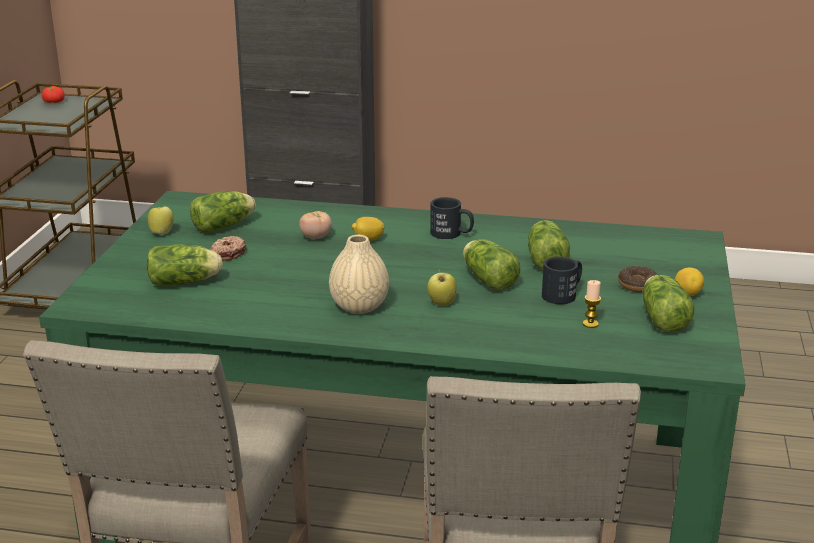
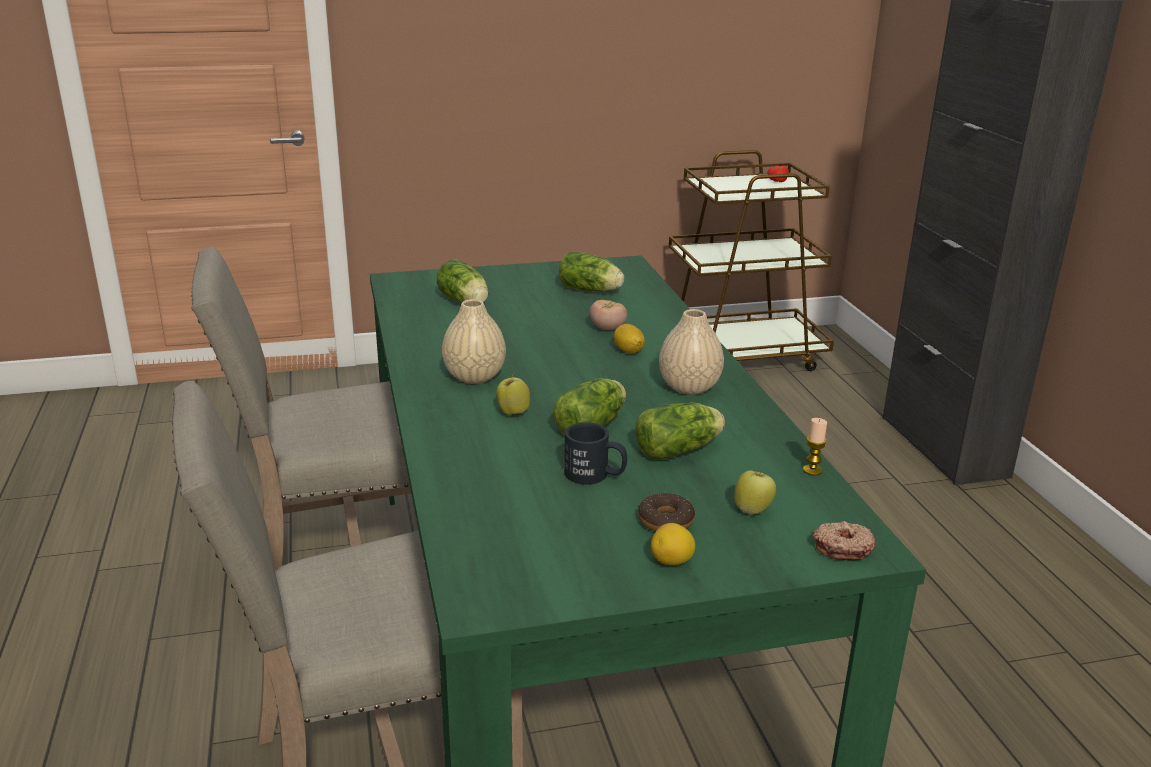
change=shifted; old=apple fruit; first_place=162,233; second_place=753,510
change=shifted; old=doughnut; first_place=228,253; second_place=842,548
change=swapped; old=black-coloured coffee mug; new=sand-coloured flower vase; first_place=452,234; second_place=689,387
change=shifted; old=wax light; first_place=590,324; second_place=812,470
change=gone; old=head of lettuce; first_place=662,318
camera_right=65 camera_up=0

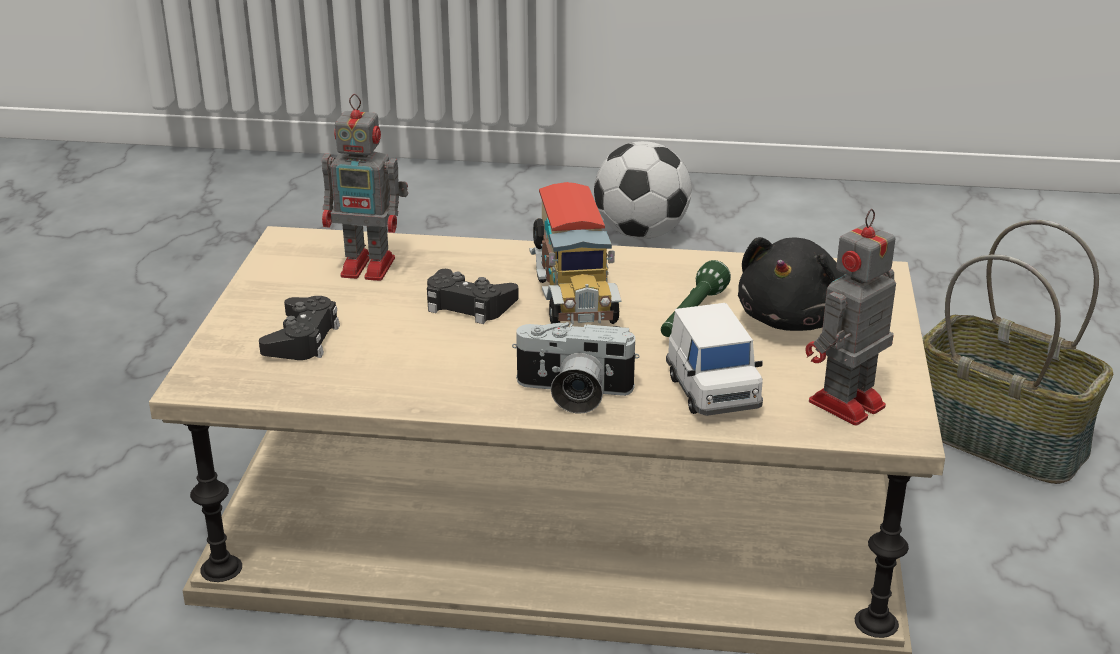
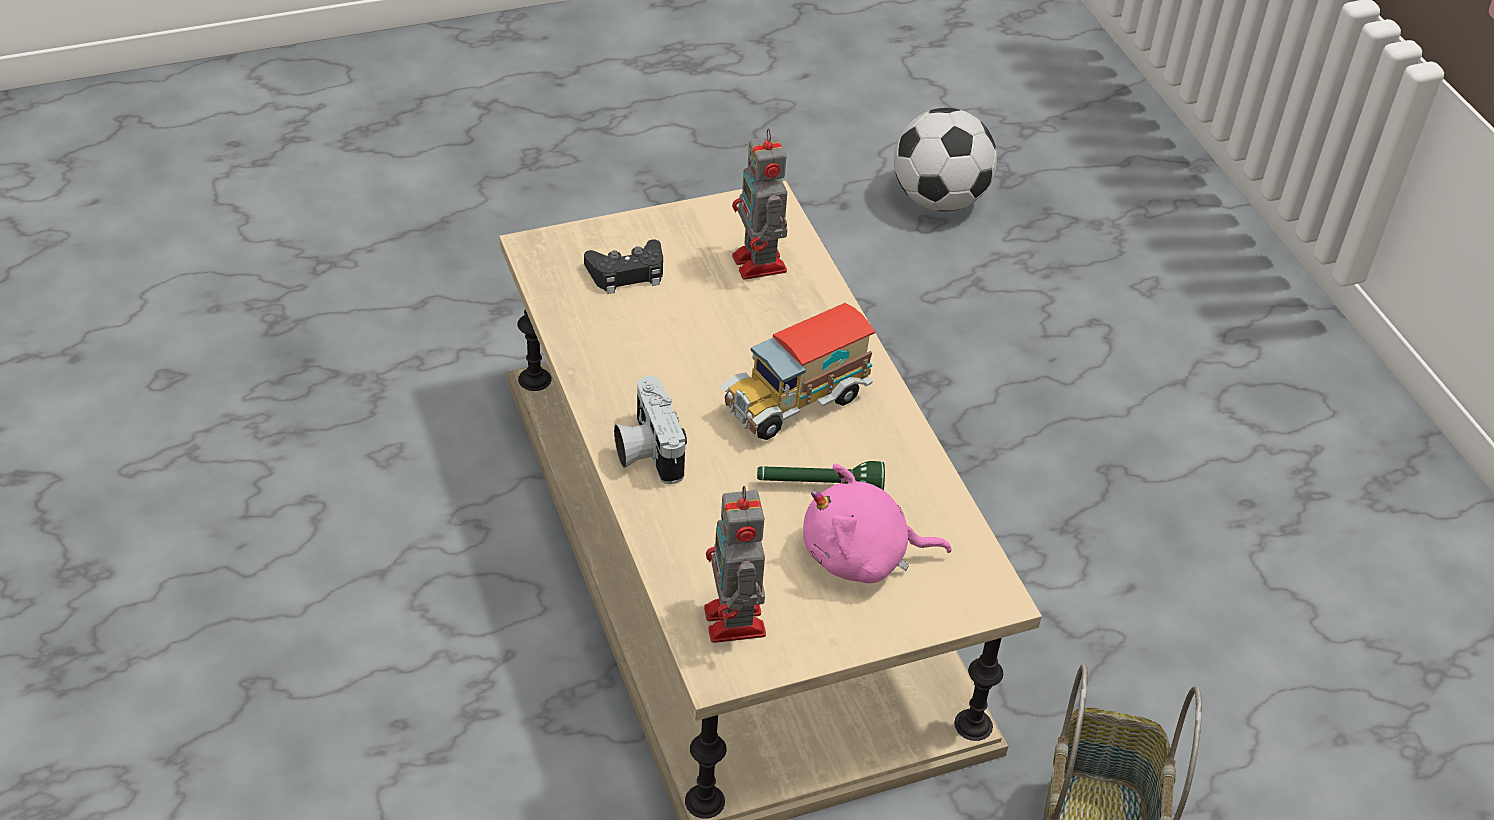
change=gone; old=black-coloured gamepad; first_place=468,305
change=shifted; old=football; first_place=640,233; second_place=938,199
change=gone; old=white toy car; first_place=713,391
change=repainted; old=black-coloured soft toy; new=pinkish soft toy; first_place=794,319; second_place=862,556
change=rotated; old=robot figure; first_place=844,405; second_place=735,624; degrees=-120
camera_right=60 camera_up=15

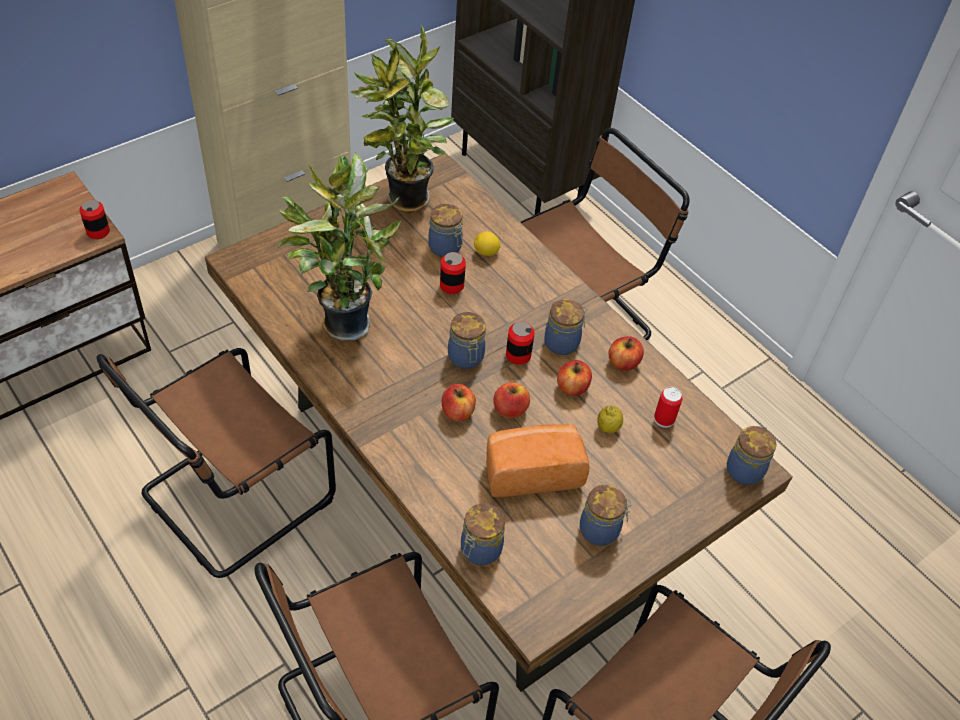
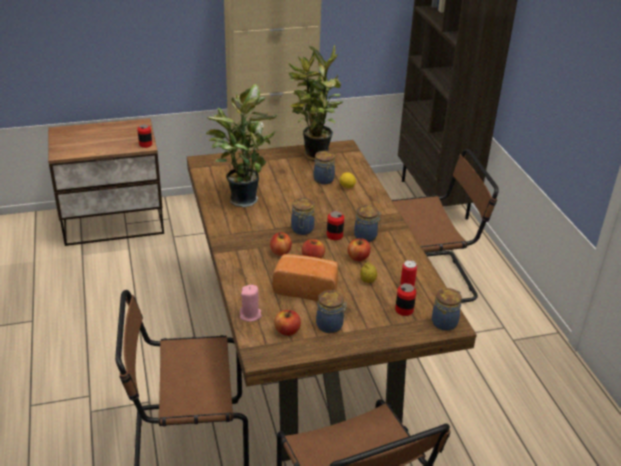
change=gone; old=brownish upright chair; first_place=231,499
change=shifted; old=sealed can; first_place=451,286; second_place=404,310
change=swapped; old=storage jar; new=pinkish wax light; first_place=479,550; second_place=250,315
change=shifted; old=apple fruit; first_place=623,363; second_place=287,331
camera_right=25 camera_up=-15

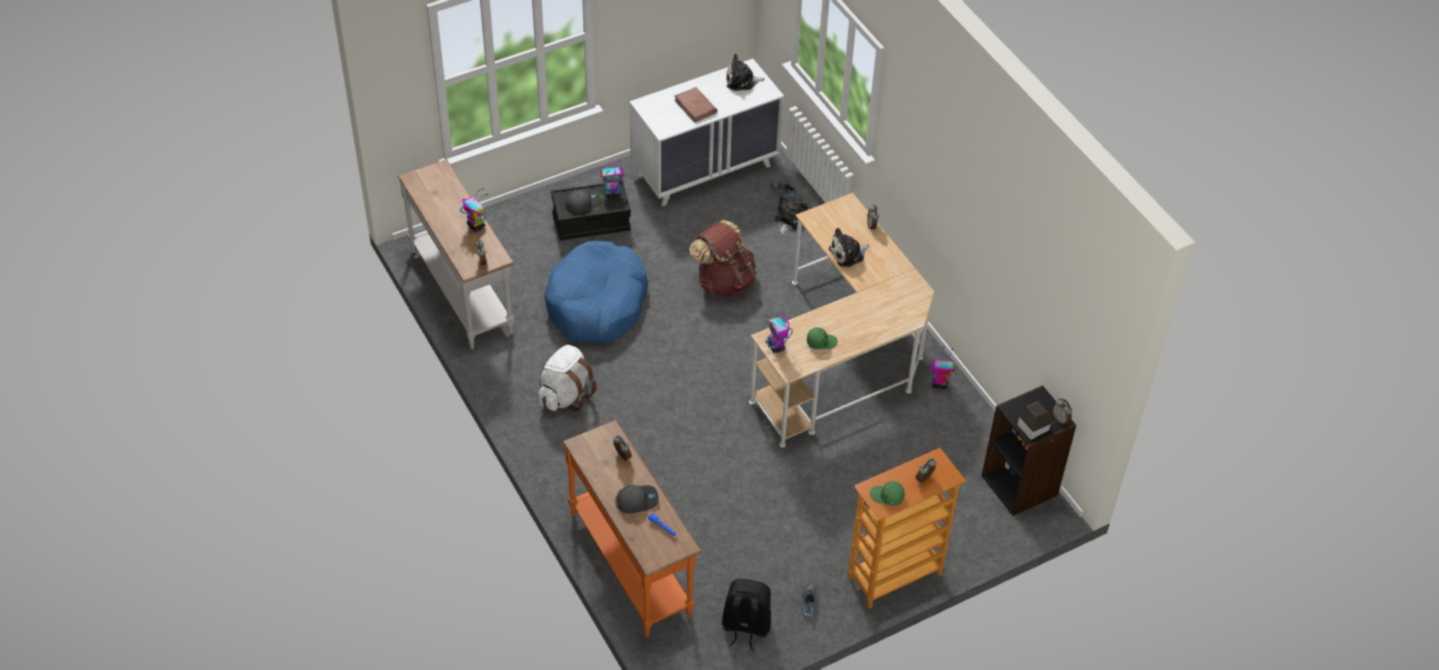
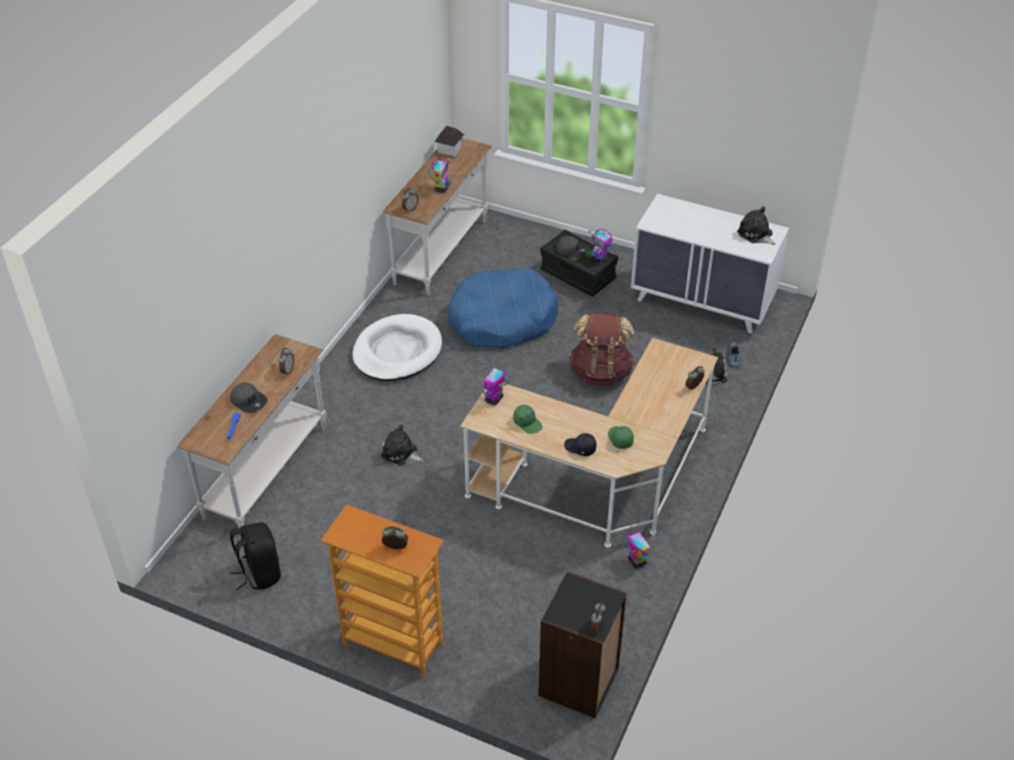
change=swapped; old=white rucksack; new=white dog bed; first_place=565,395; second_place=397,351
change=repainted; old=orangey narrow table; new=white narrow table; first_place=631,563; second_place=268,472
change=gone; old=brownish bound book; first_place=695,106
change=gone; old=low shoe; first_place=808,602
change=shifted; old=soft toy; first_place=848,254; second_place=401,454
change=shifted; old=greenish baseball cap; first_place=887,496; second_place=619,439
change=shifted; old=toy house; first_place=1033,427; second_place=449,149
change=new; new=black-coloured baseball cap; second_place=580,448
camera_right=55 camera_up=-5

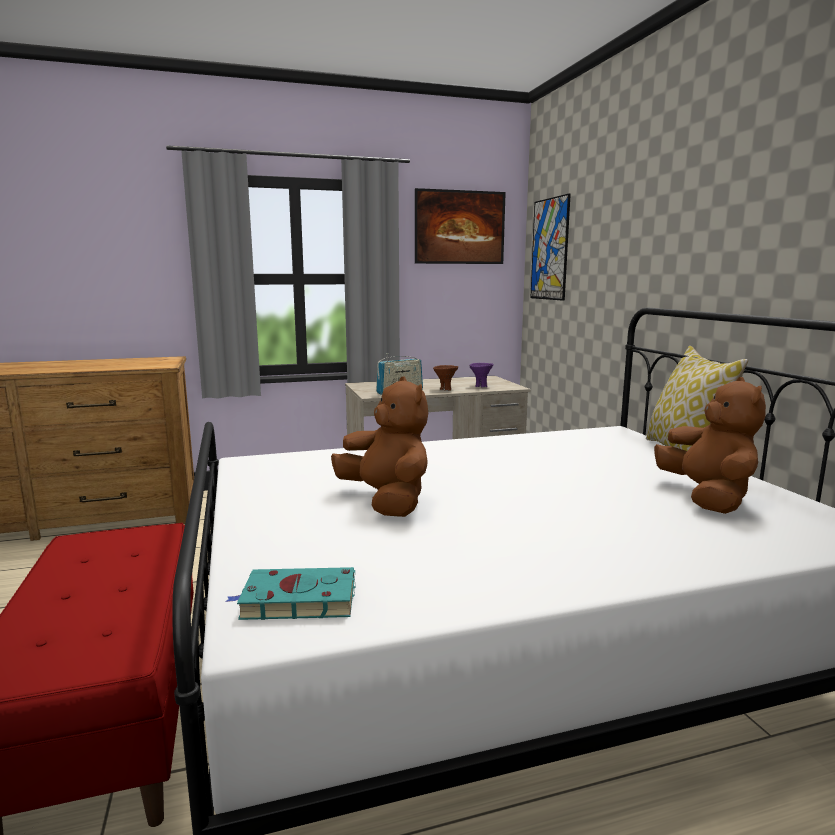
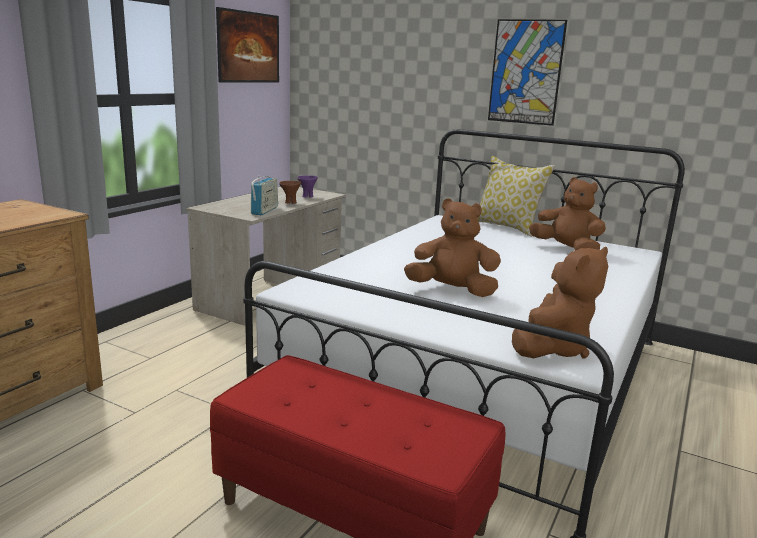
change=swapped; old=turquoise bound book; new=brownish soft toy; first_place=295,600; second_place=553,348
change=shifted; old=picture; first_place=549,249; second_place=525,72
camera_right=-45 camera_up=5

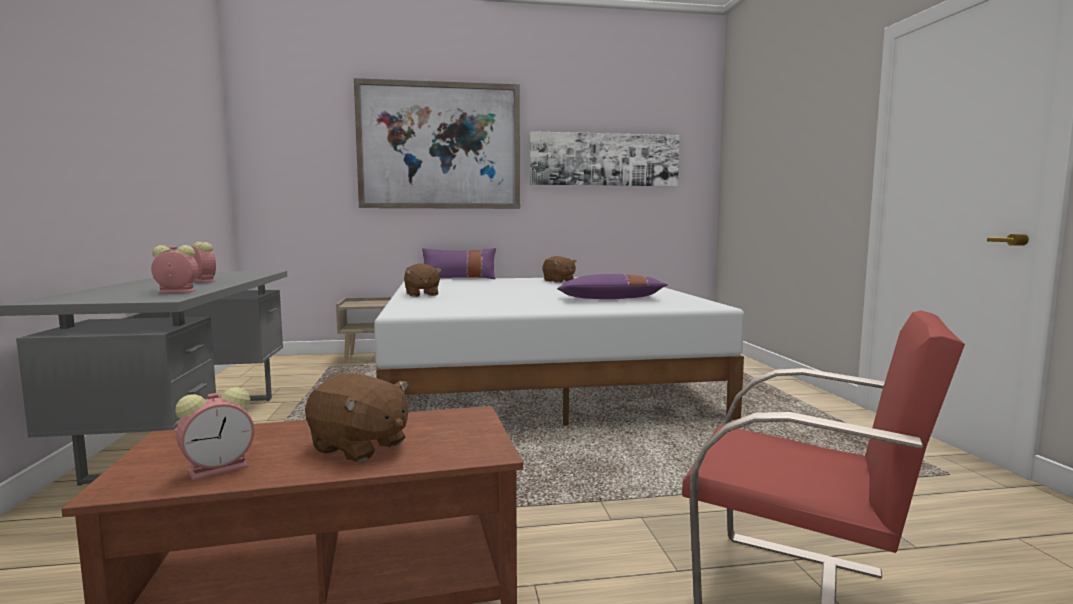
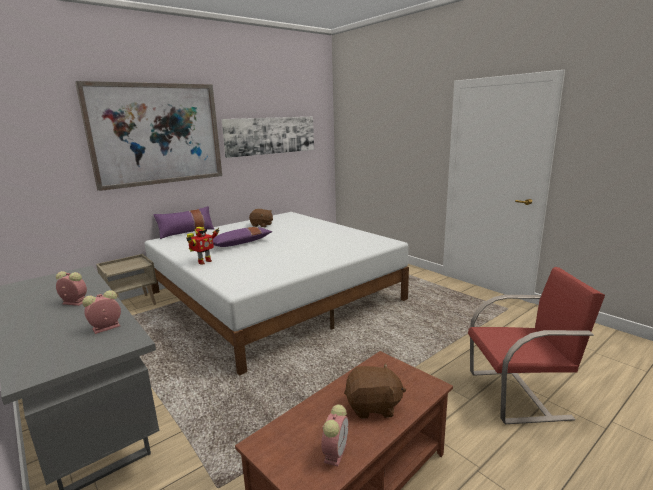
change=swapped; old=brownish soft toy; new=robot figure; first_place=421,294; second_place=204,262
change=shifted; old=purplish throw pillow; first_place=611,299; second_place=240,243
camera_right=-30 camera_up=10

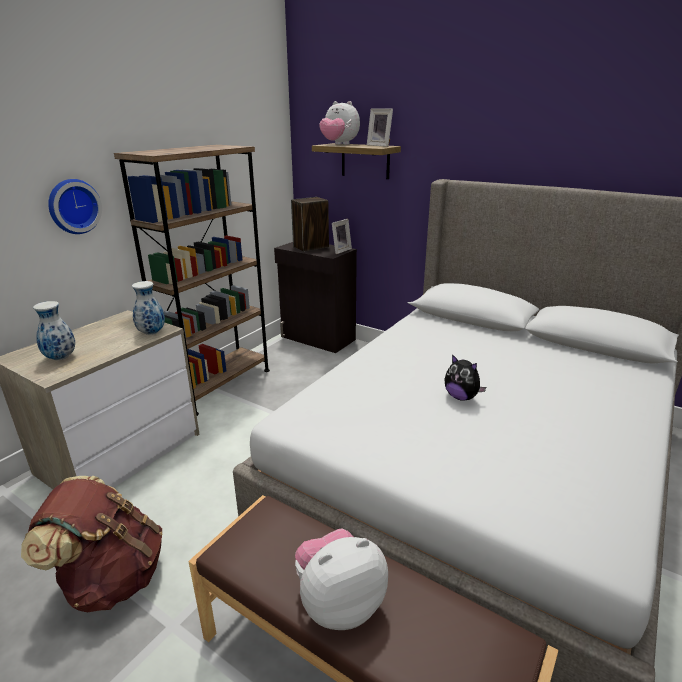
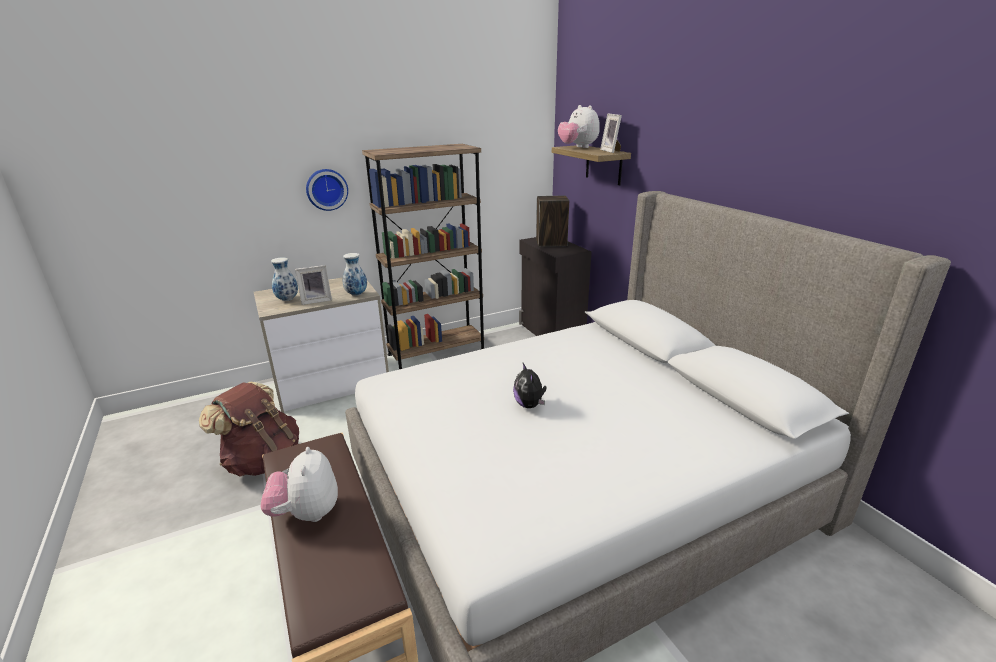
change=rotated; old=soft toy; first_place=339,602; second_place=306,513; degrees=-105
change=shifted; old=picture frame; first_place=340,250; second_place=316,300
camera_right=30 camera_up=0

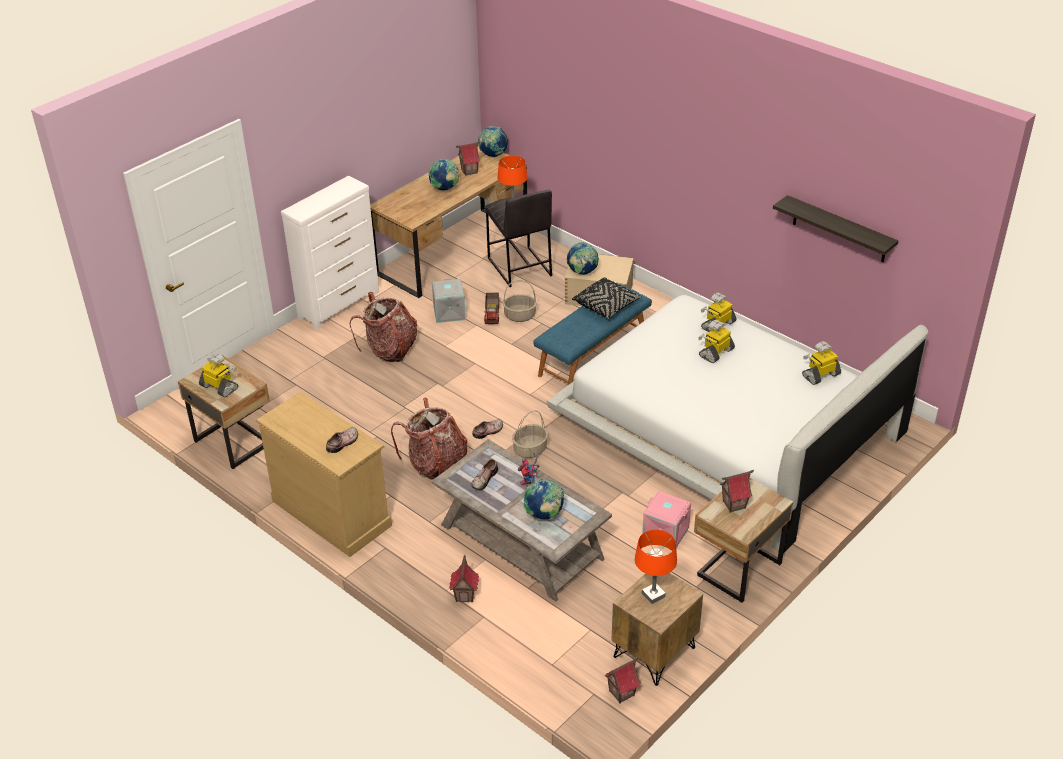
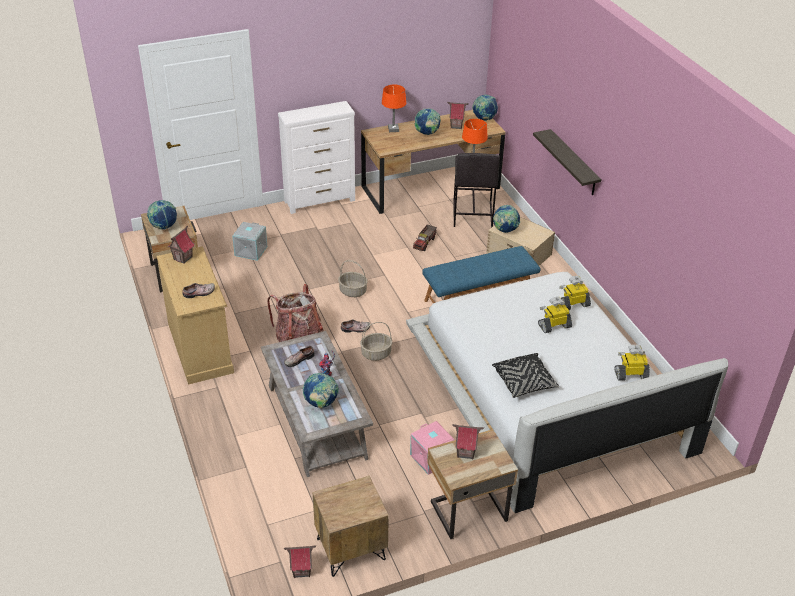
change=swapped; old=robot figure; new=globe; first_place=220,387; second_place=164,227
change=gone; old=rucksack; first_place=389,349
change=shifted; old=grey storage container; first_place=448,312; second_place=250,250
change=shifted; old=toy house; first_place=465,595; second_place=183,258
change=shifted; old=household basket; first_place=520,315; second_place=353,291
change=shifted; old=black-coloured throw pillow; first_place=606,305; second_place=524,382
change=shifted; old=orangey lamp for a table; first_place=653,595; second_place=393,129
change=shifted; old=wall shelf; first_place=839,229; second_place=573,163
camera_right=25 camera_up=0

